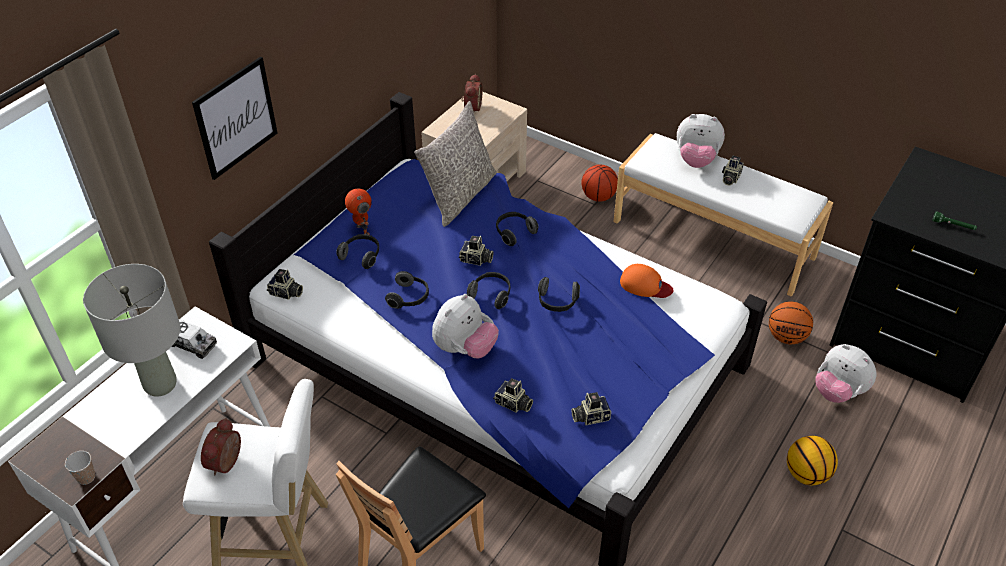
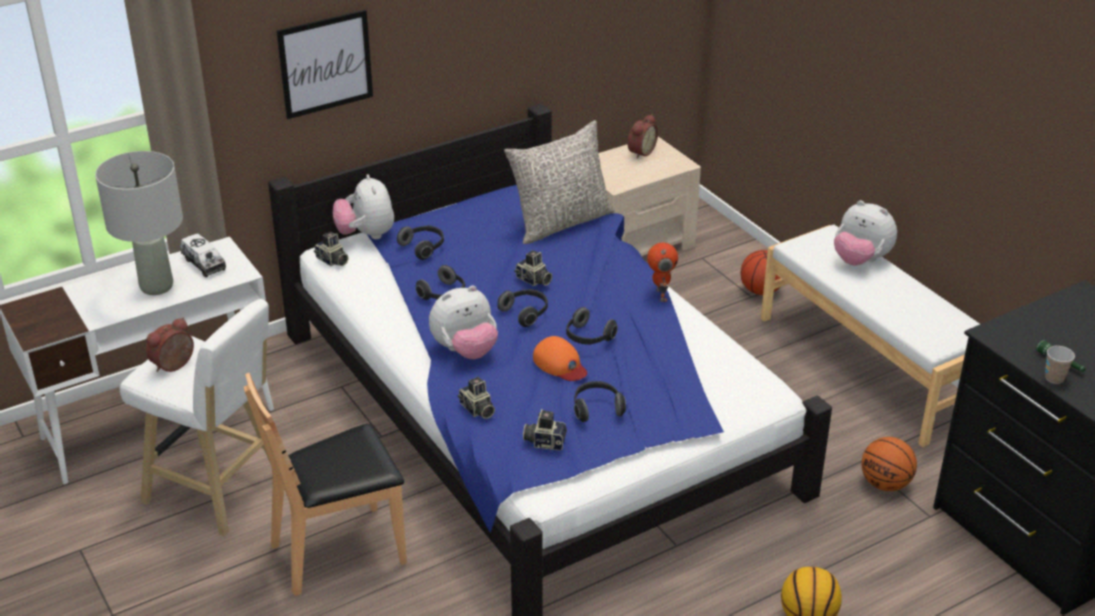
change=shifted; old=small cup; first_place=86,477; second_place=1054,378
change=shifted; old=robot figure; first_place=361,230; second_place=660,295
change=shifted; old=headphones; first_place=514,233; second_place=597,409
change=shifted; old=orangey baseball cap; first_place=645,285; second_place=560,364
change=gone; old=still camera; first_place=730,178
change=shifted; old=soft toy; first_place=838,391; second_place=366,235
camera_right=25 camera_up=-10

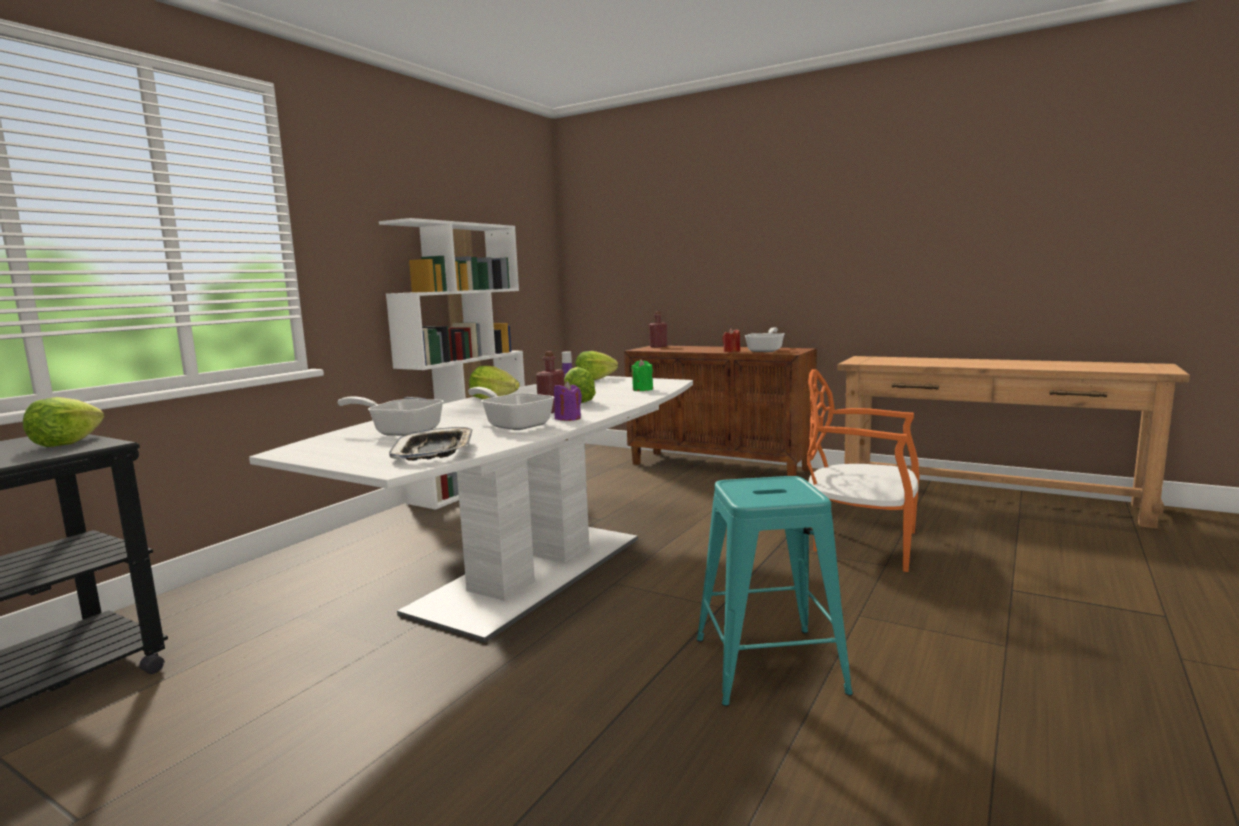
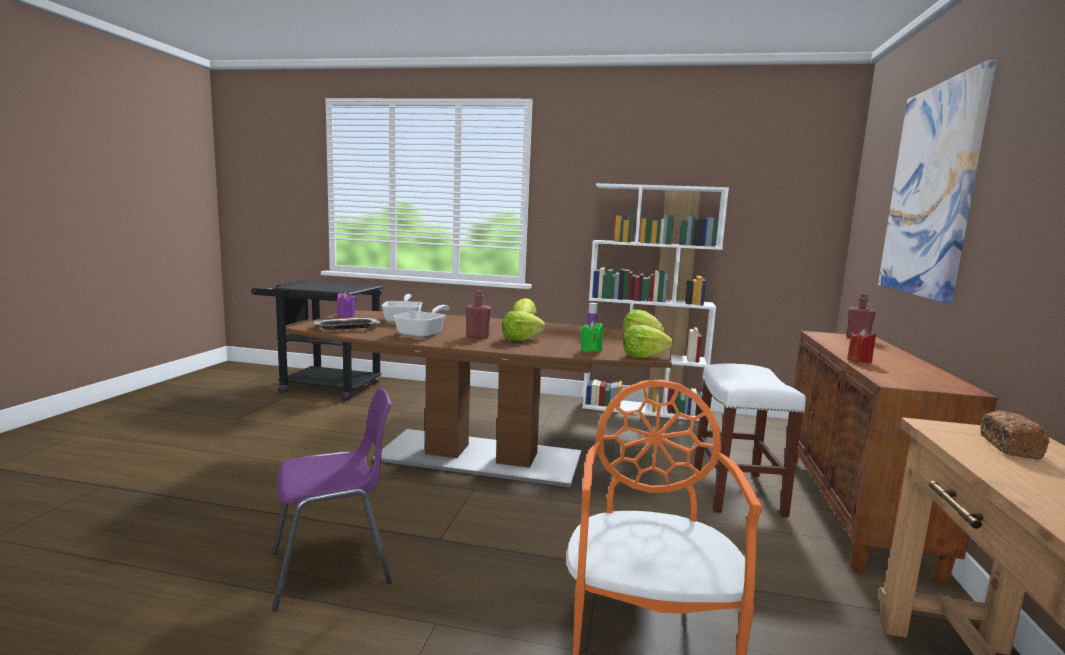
change=shifted; old=head of lettuce; first_place=67,443; second_place=643,356
change=repainted; old=white dinner table; new=brownish dinner table; first_place=532,573; second_place=481,457
change=shifted; old=purplish wax light; first_place=568,418; second_place=346,316
change=swapped; old=turquoise stool; new=purplish upright chair; first_place=768,665; second_place=334,568
change=gone; old=pan; first_place=766,350
change=new; new=white stool; second_place=738,493
change=new; new=picture; second_place=931,191
change=new; new=bakery bread; second_place=1009,447
camera_right=70 camera_up=0

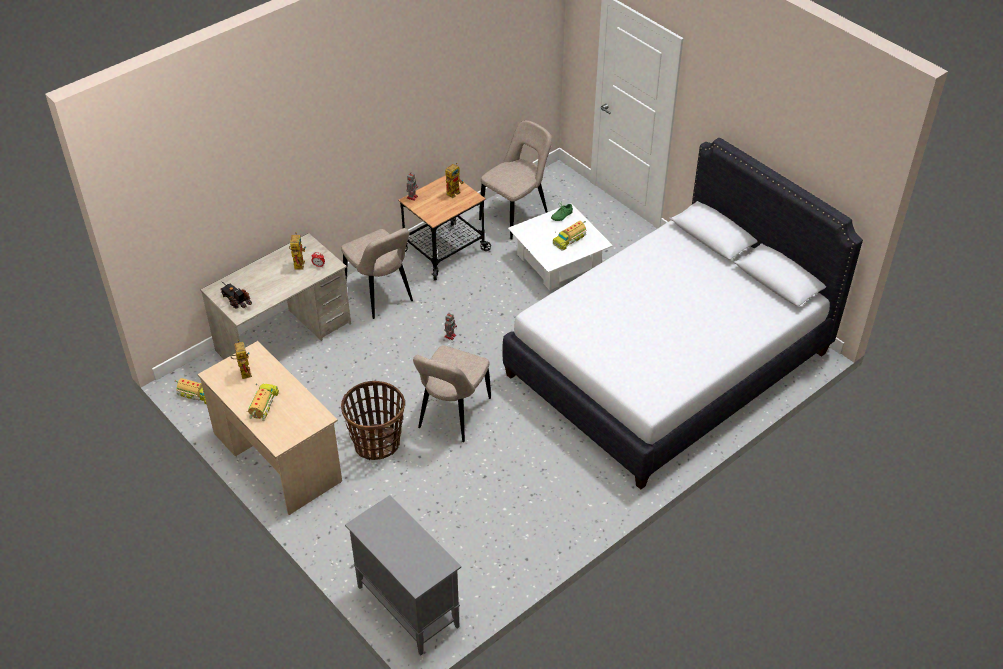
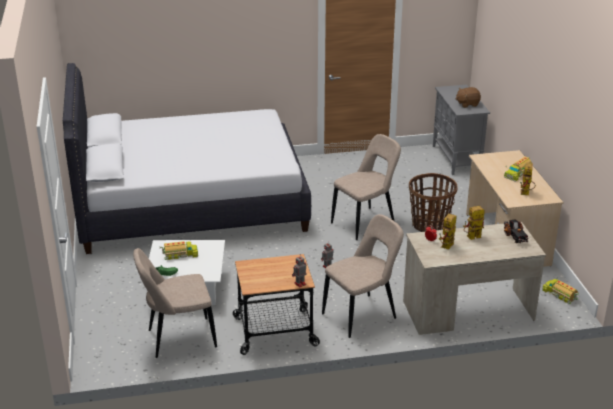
change=rotated; old=sand-coloured upright chair; first_place=380,295; second_place=362,315; degrees=60
change=shifted; old=robot figure; first_place=454,191; second_place=471,238
change=new; new=brownish soft toy; second_place=467,104
camera_right=-150 camera_up=-15

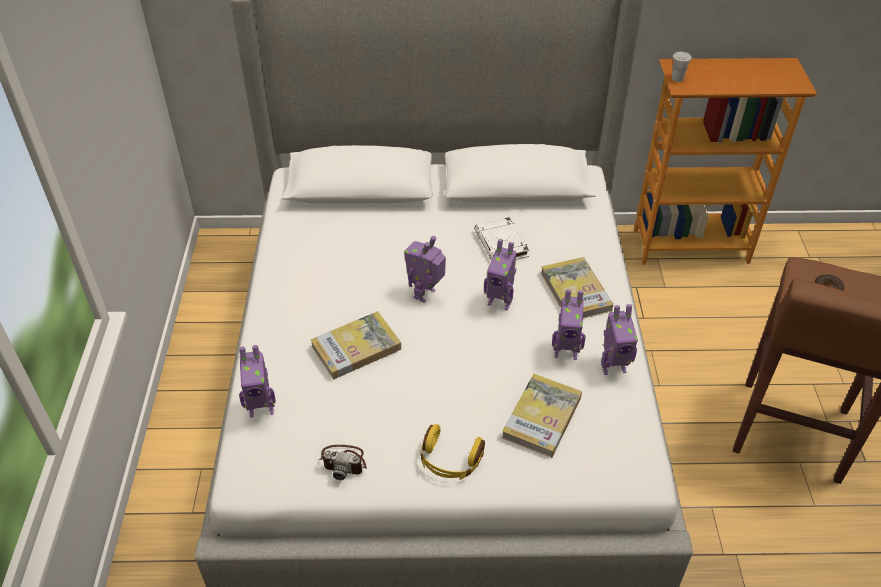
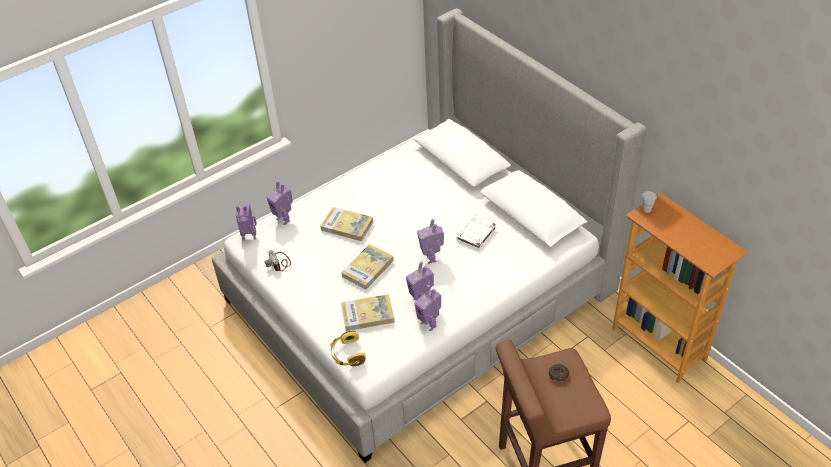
change=shifted; old=robot figure; first_place=425,294; second_place=249,237
change=shifted; old=yellow-coloured headphones; first_place=450,461; second_place=347,354
change=shifted; old=bound book; first_place=575,292; second_place=367,268
camera_right=55 camera_up=0

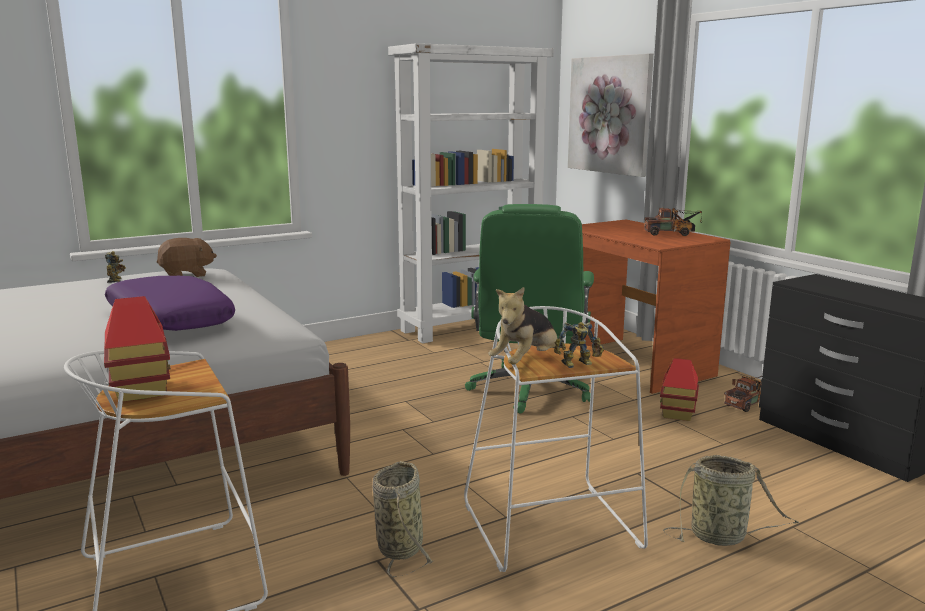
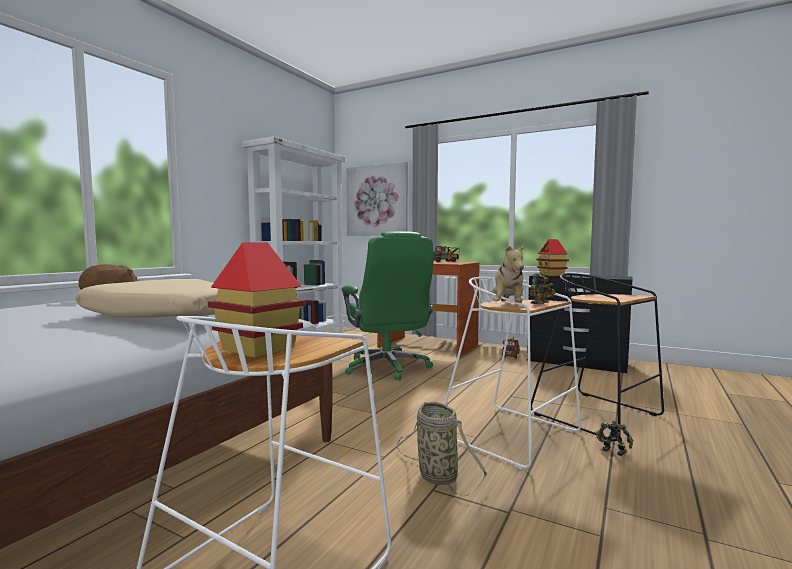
change=shifted; old=robot figure; first_place=116,280; second_place=614,450
change=repainted; old=purplish throw pillow; new=sand-coloured throw pillow; first_place=169,320; second_place=160,317
change=shifted; old=toy house; first_place=677,414; second_place=551,275
change=swapped; old=household basket; new=black-coloured stool; first_place=721,536; second_place=598,415
camera_right=-30 camera_up=-10

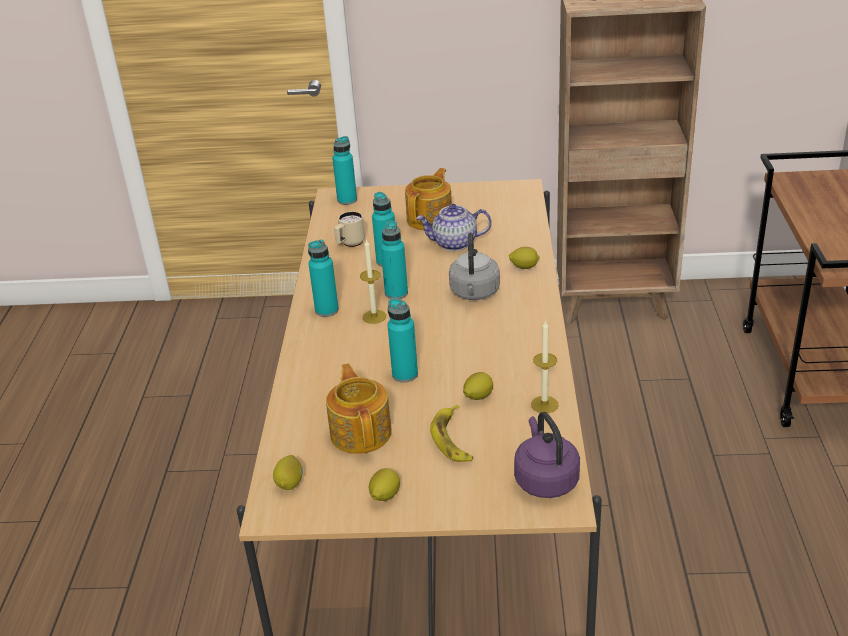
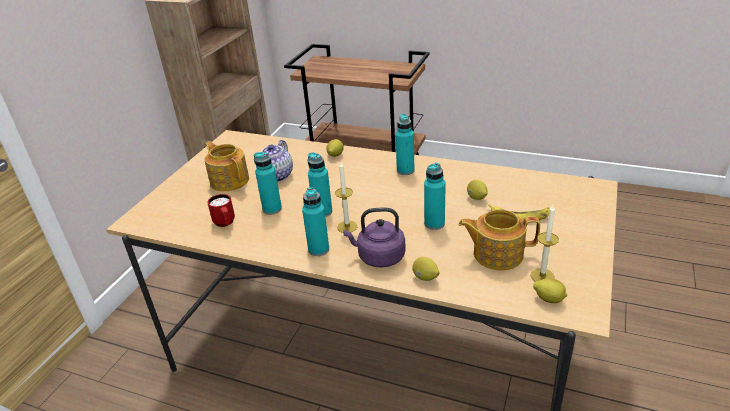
change=shifted; old=turquoise drink bottle; first_place=347,200; second_place=405,170
change=repainted; old=sand-coloured coffee mug; new=red coffee mug; first_place=350,244; second_place=225,223
change=shifted; old=whole lemon; first_place=384,496; second_place=425,278
change=gone; old=grey tea kettle; first_place=474,293
change=shifted; old=purplish tea kettle; first_place=545,479; second_place=378,257
change=shifted; old=wax light; first_place=544,404; second_place=542,276
camera_right=-70 camera_up=0

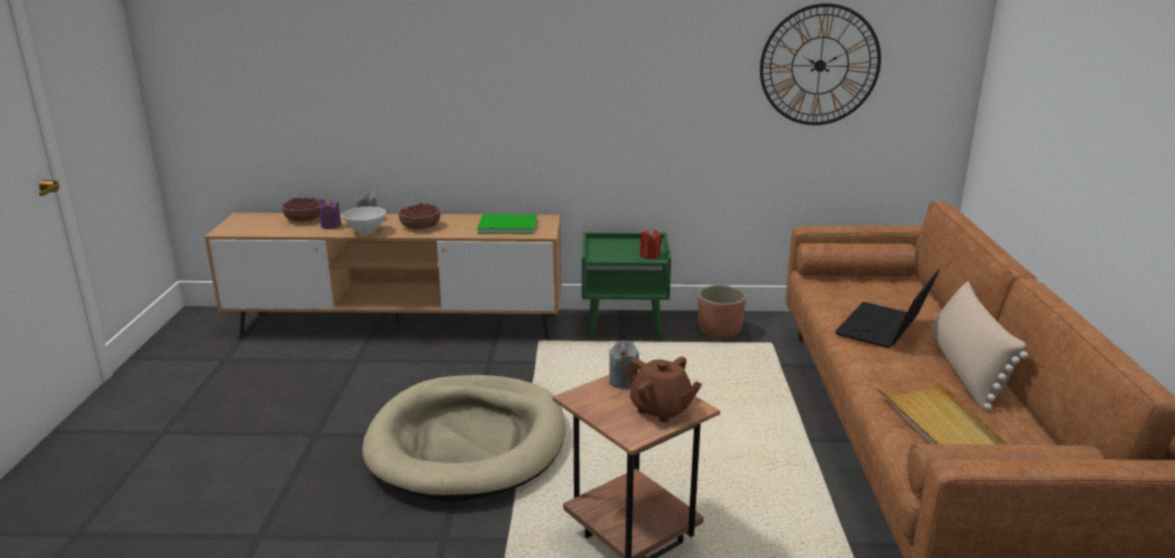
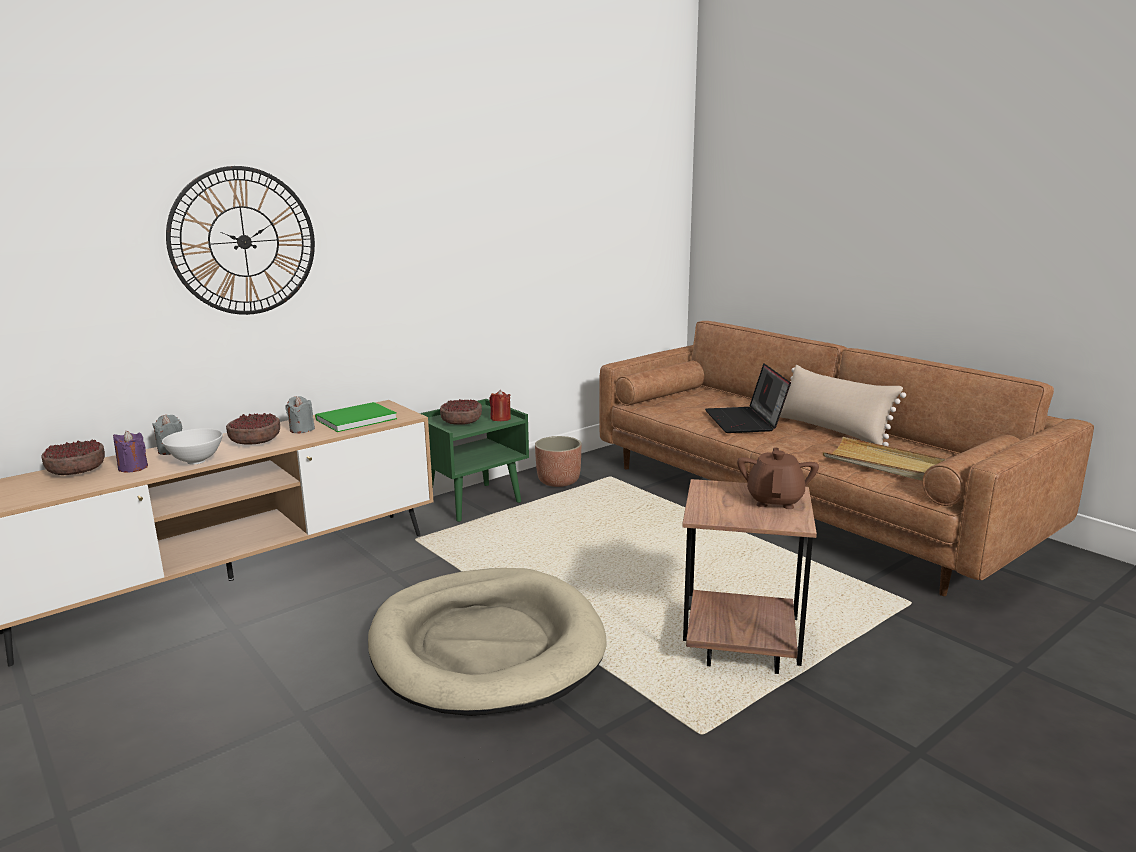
change=shifted; old=grey wax light; first_place=623,381; second_place=302,429
change=rotated; old=brownish pot for tea; first_place=661,409; second_place=775,500; degrees=-75
change=shifted; old=wall clock; first_place=820,65; second_place=244,241
change=new; new=serving bowl; second_place=461,422
camera_right=-40 camera_up=-5

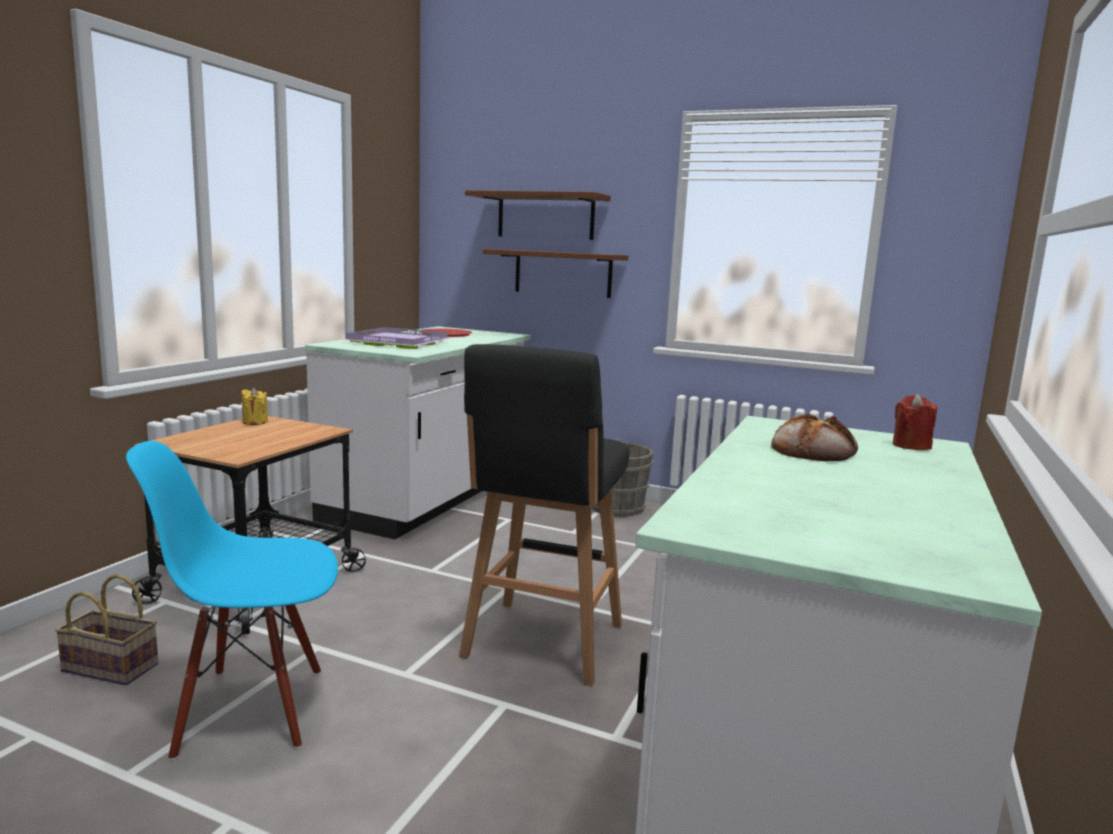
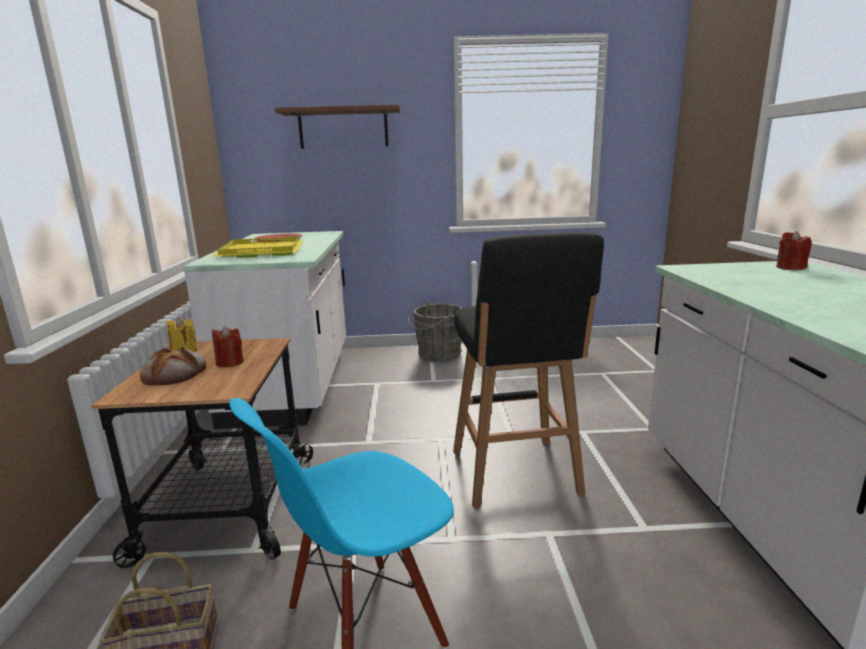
change=repainted; old=purplish tray; new=yellow-coloured tray; first_place=397,342; second_place=260,251
change=gone; old=brownish wall shelf; first_place=563,273
change=shifted; old=bakery bread; first_place=814,451; second_place=175,373
change=new; new=red wax light; second_place=229,362
camera_right=-25 camera_up=5

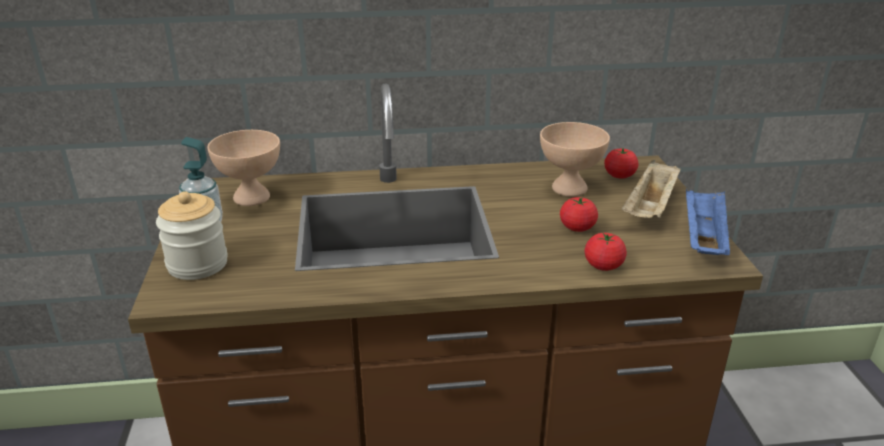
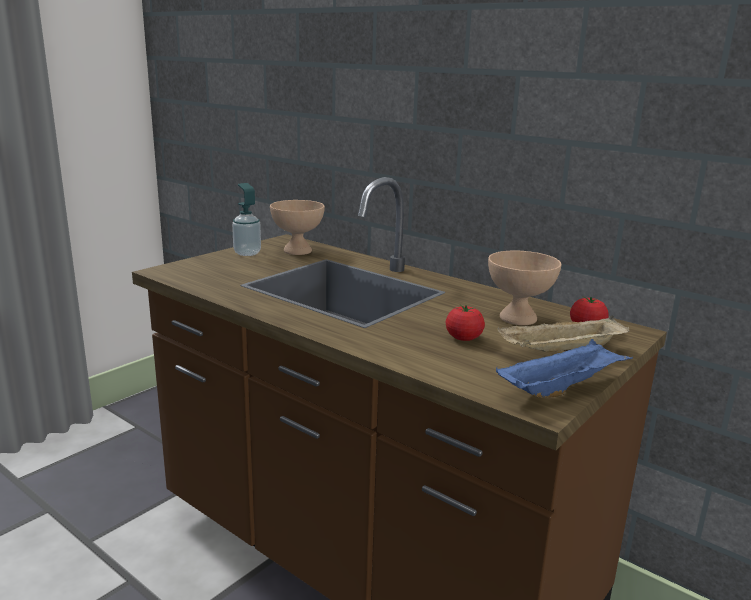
change=gone; old=storage jar; first_place=197,264
change=gone; old=tomato; first_place=603,265
camera_right=45 camera_up=-10

